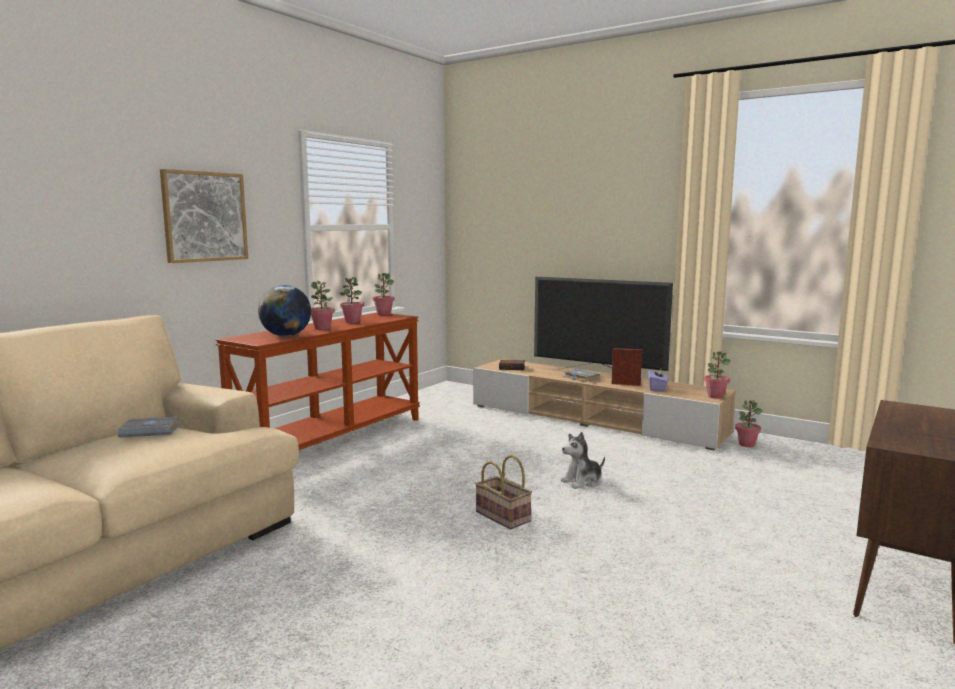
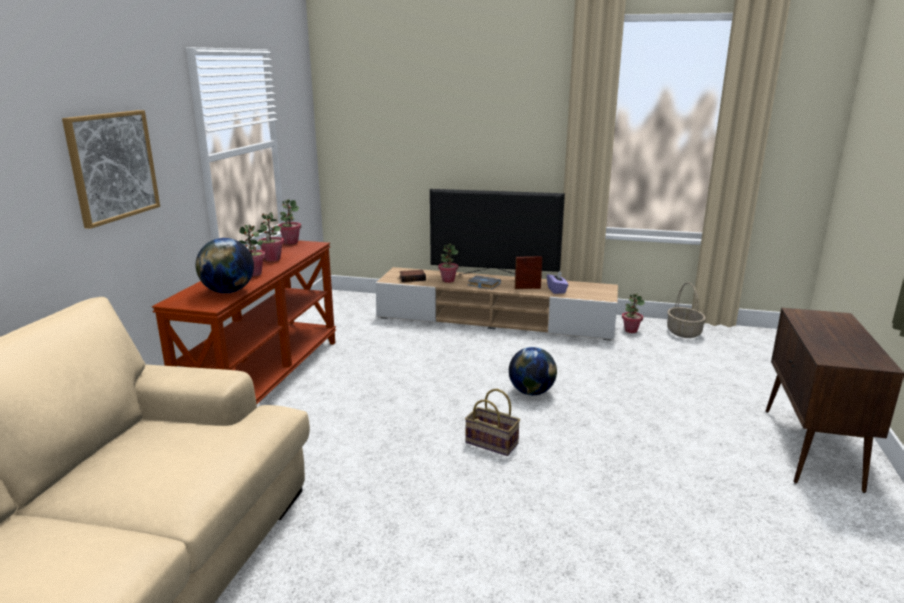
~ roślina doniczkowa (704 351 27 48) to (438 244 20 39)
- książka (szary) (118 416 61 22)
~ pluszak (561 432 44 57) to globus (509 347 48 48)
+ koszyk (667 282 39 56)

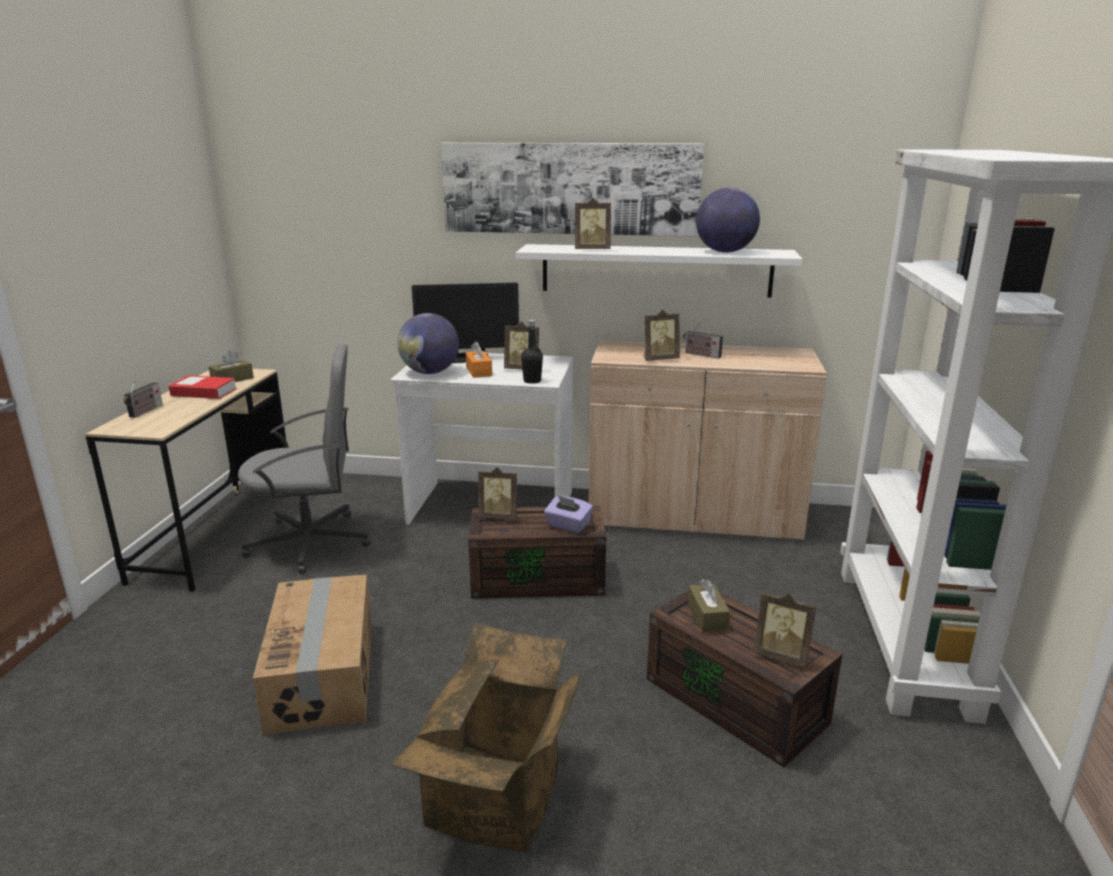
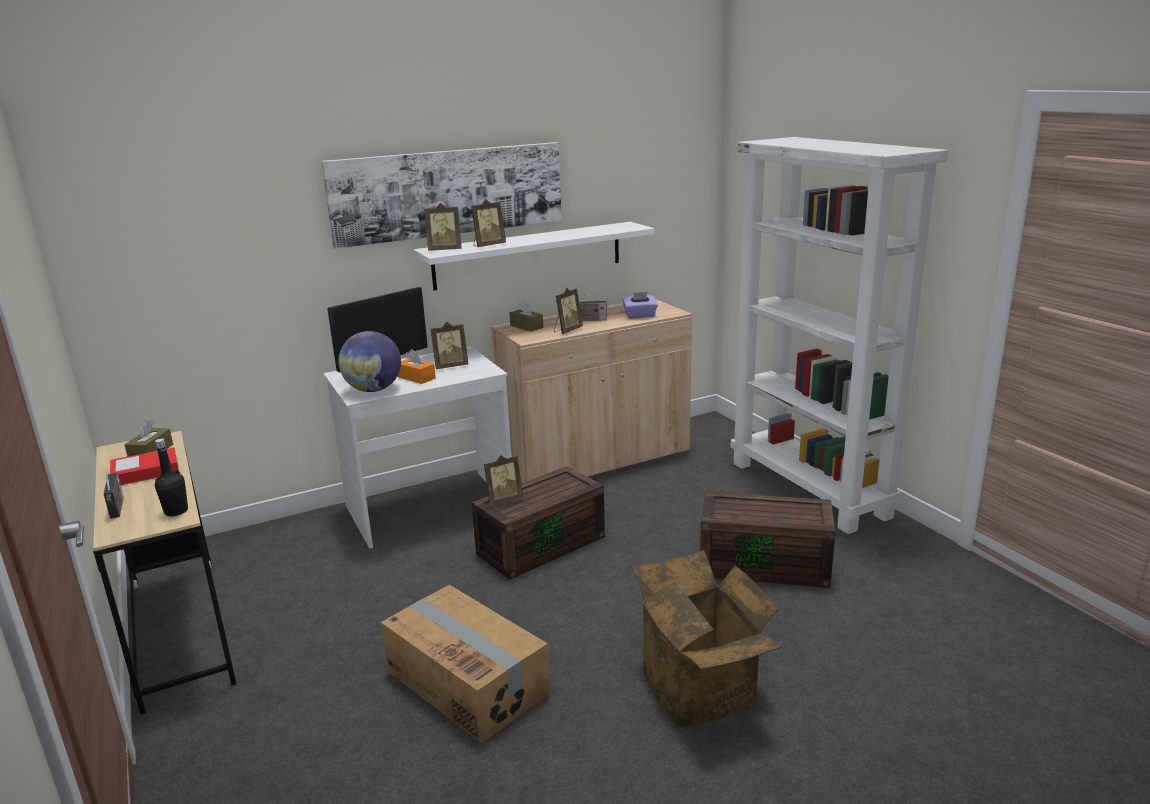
- globus (696 187 64 65)
~ butelka (czarny) (521 320 22 64) to (155 438 33 78)
- krzesło biurowe (szary) (238 344 133 230)
~ pudełko chusteczek (fioletowy) (544 495 49 38) to (622 292 36 26)
~ pudełko chusteczek (brązowy) (688 579 42 53) to (510 300 33 32)
~ ramka na zdjęcie (753 592 63 76) to (424 203 37 48)

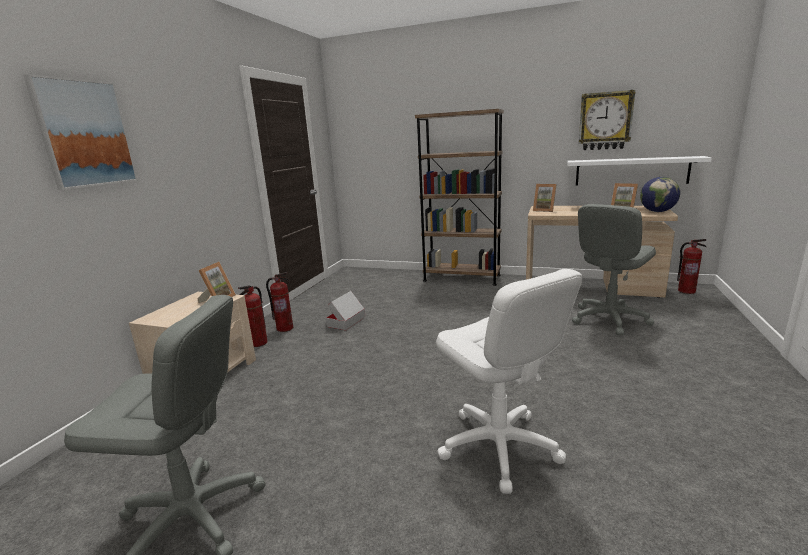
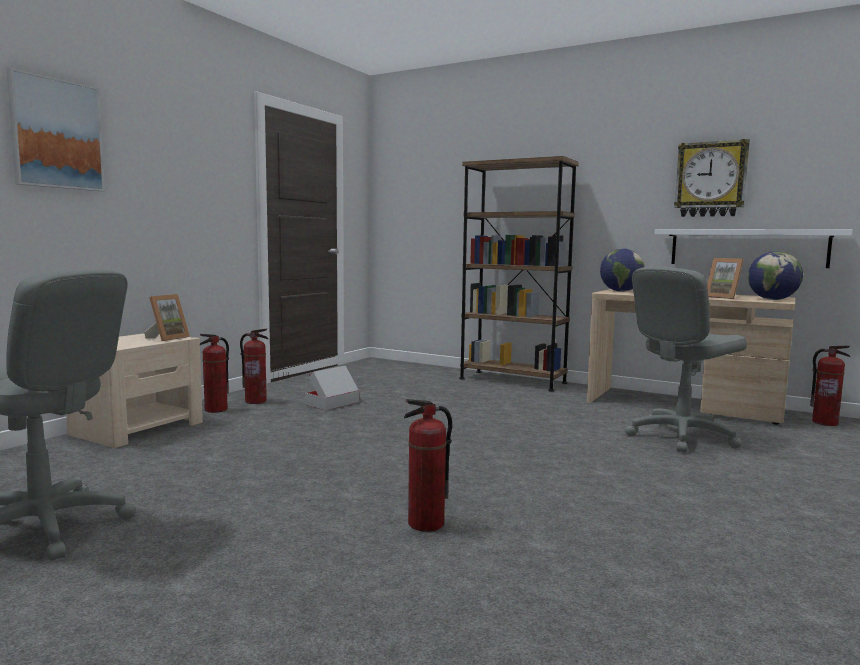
~ ramka na zdjęcie (533 184 24 28) to globus (600 248 45 44)
~ krzesło biurowe (biały) (436 269 147 225) to gaśnica (404 399 48 133)

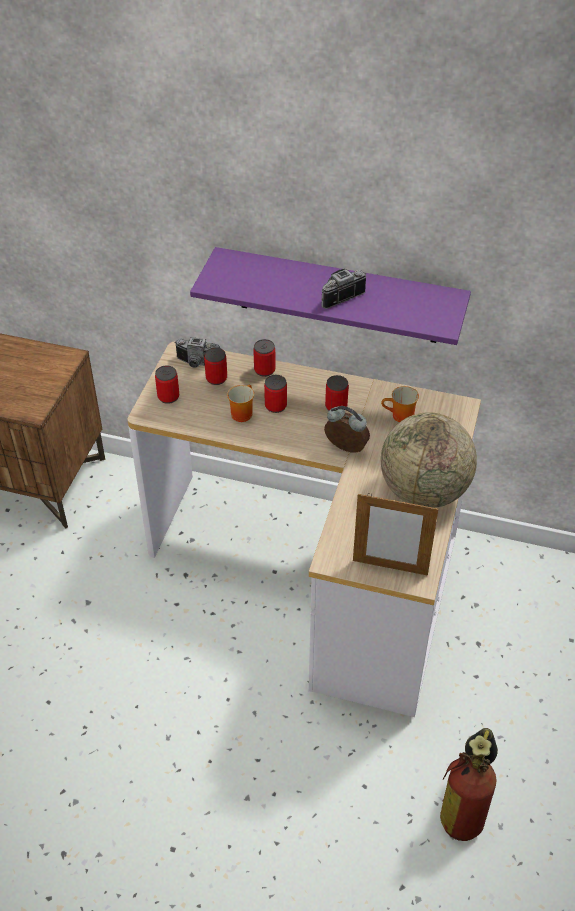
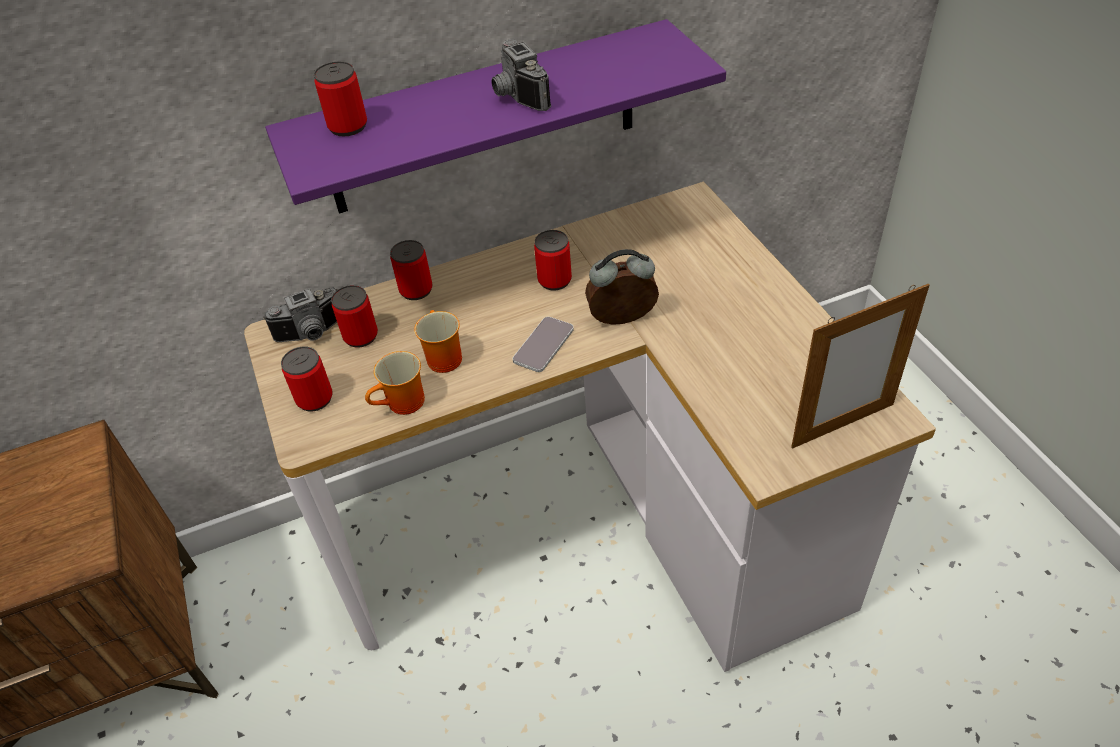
~ aparat fotograficzny (321 269 45 40) = (492 39 59 72) 45 degrees counterclockwise
~ puszka (264 375 23 38) to (314 61 53 75)
~ kubek (381 386 38 36) to (365 351 60 64)
- globus (381 412 96 96)
- gaśnica (440 728 58 113)
+ telefon (513 317 61 55)

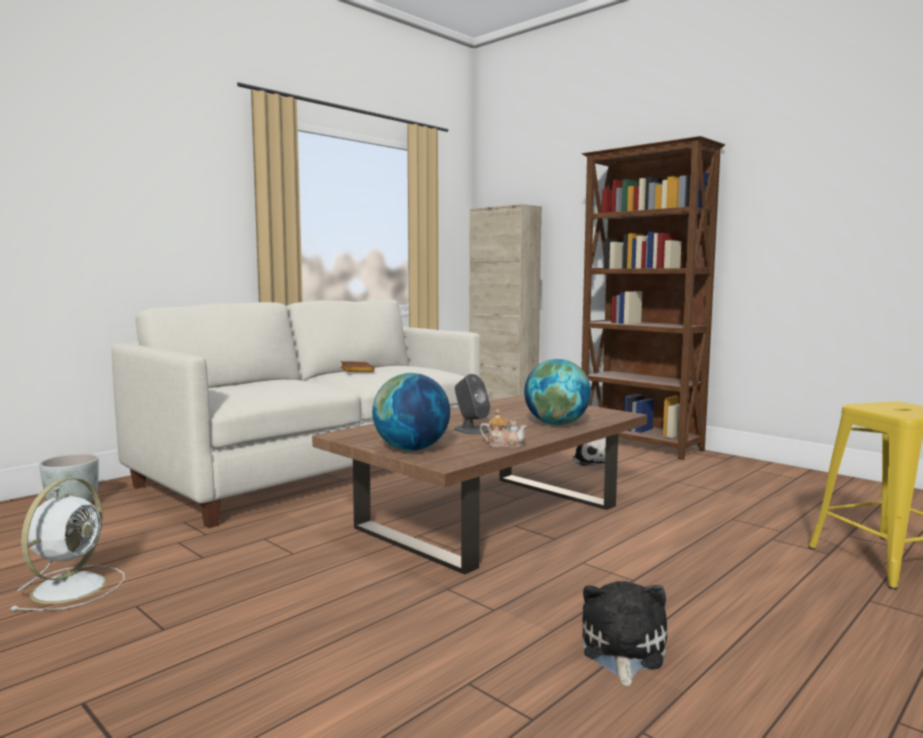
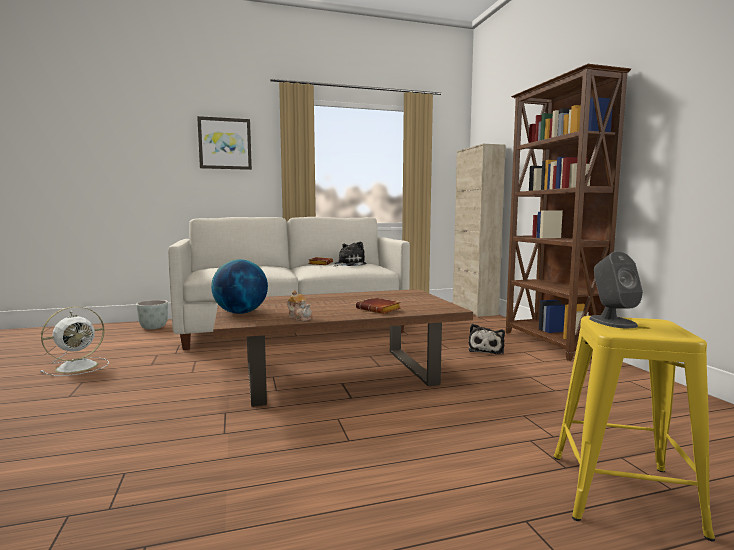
~ globus (524 359 67 66) to książka (brązowy) (356 297 45 17)
~ głośnik (szary) (454 374 36 61) to (589 251 54 77)
~ pluszak (582 581 85 105) to (334 242 33 25)
+ obraz (197 116 55 54)

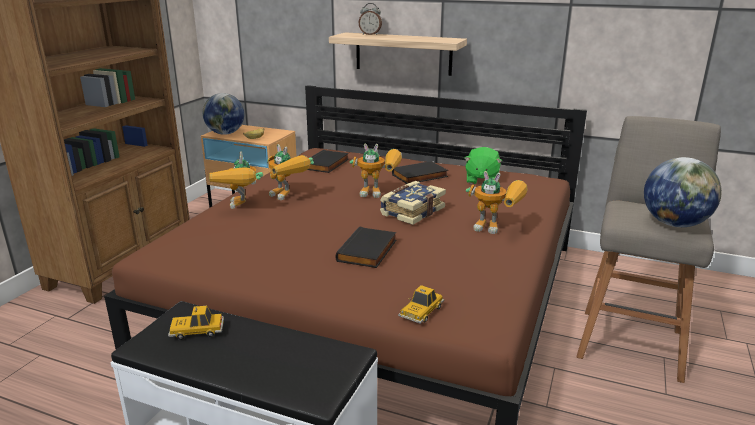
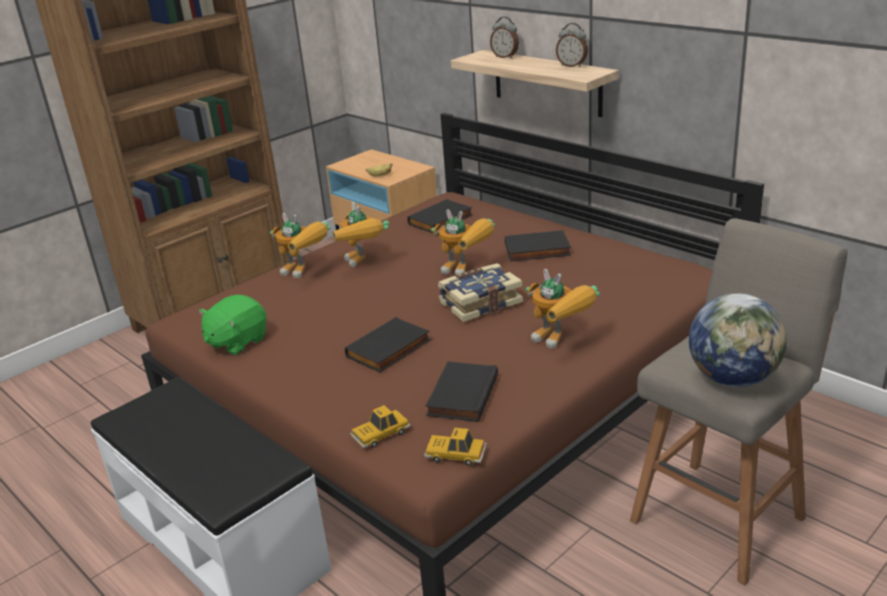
- globus (203 93 41 42)
~ pluszak (zielony) (464 147 38 37) to (198 295 69 60)
~ robot zabawkowy (209 152 54 57) = (270 213 60 65) 75 degrees counterclockwise
~ samochodzik (168 306 56 34) to (424 428 63 38)
+ budzik (556 23 32 44)
+ książka (czarny) (426 361 72 61)

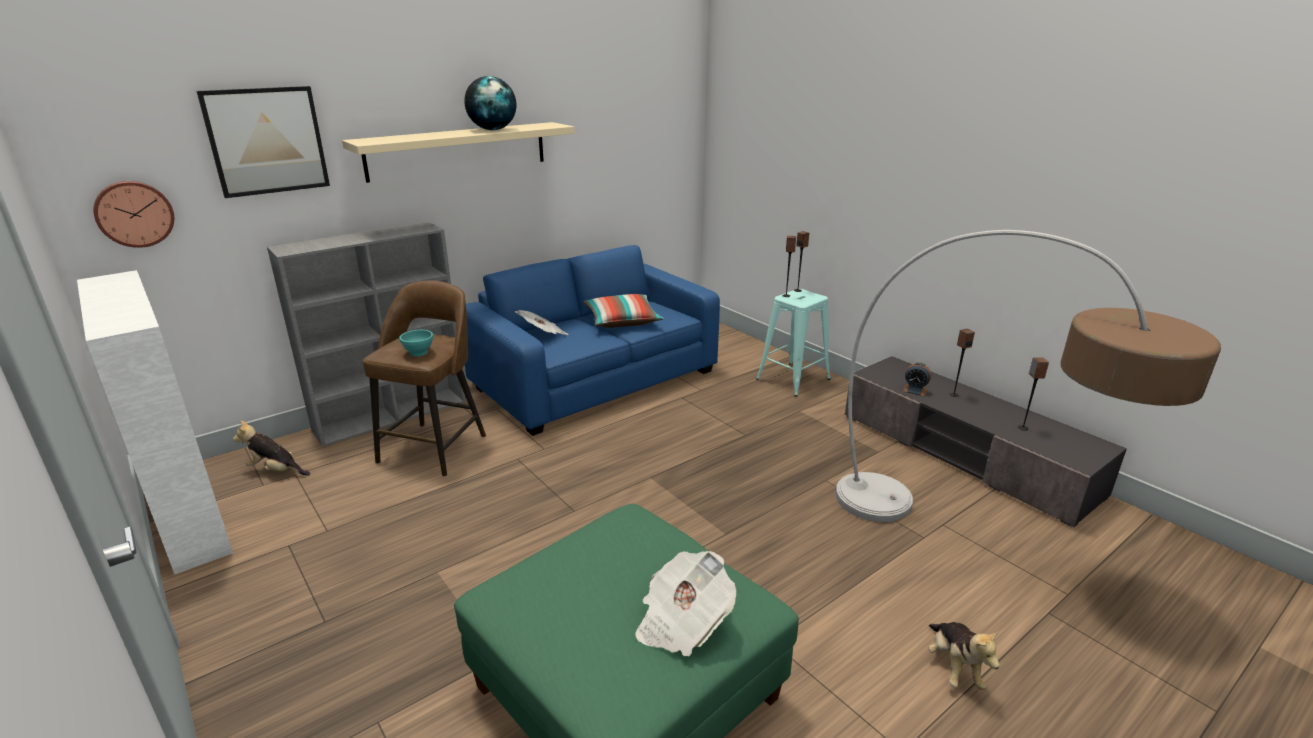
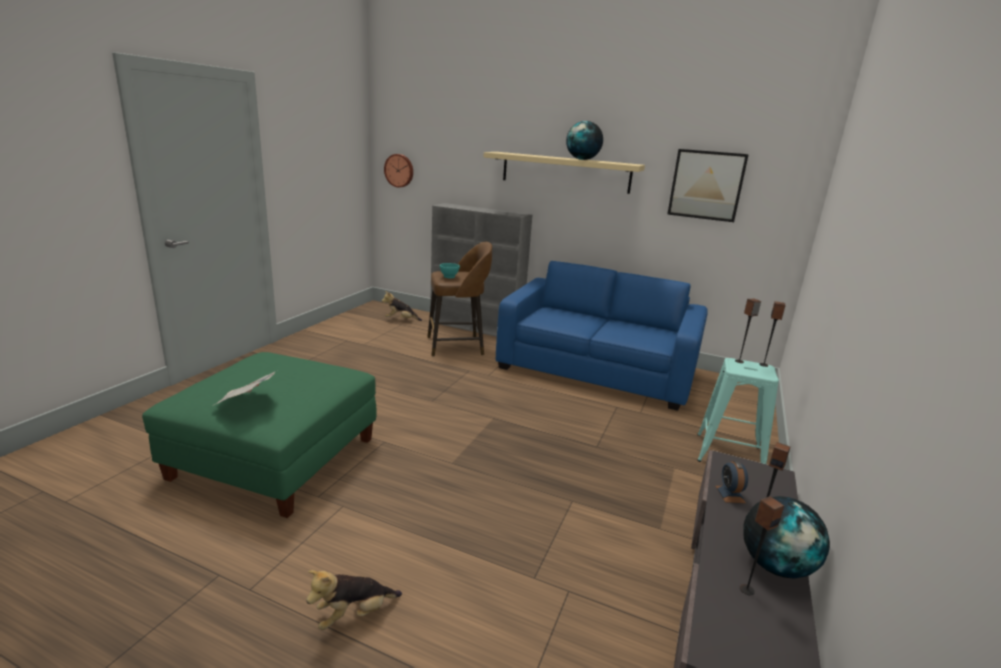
~ obraz (197 86 133 112) to (667 149 82 73)
- lampa stojąca (836 230 385 292)
- regał (biały) (77 270 156 304)
- poduszka (583 294 81 34)
- gazeta (514 310 55 25)
~ pluszak (233 421 77 55) = (382 291 40 30) 75 degrees counterclockwise
+ globus (743 496 87 83)

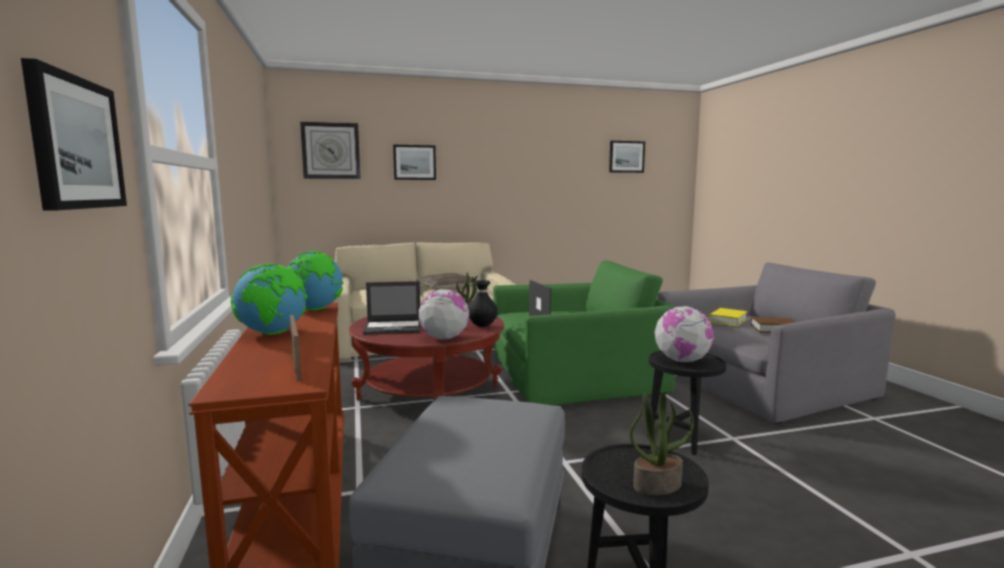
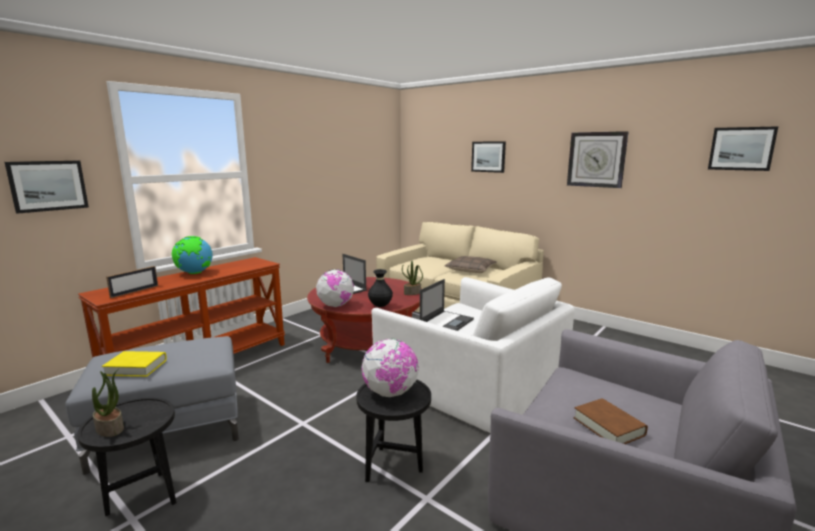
~ zegar ścienny (300 122 60 57) to (567 131 62 57)
- globus (287 251 56 59)
~ fotel (zielony) (493 260 183 146) to fotel (biały) (371 277 204 157)
~ książka (żółty) (708 308 39 18) to (102 351 65 26)

